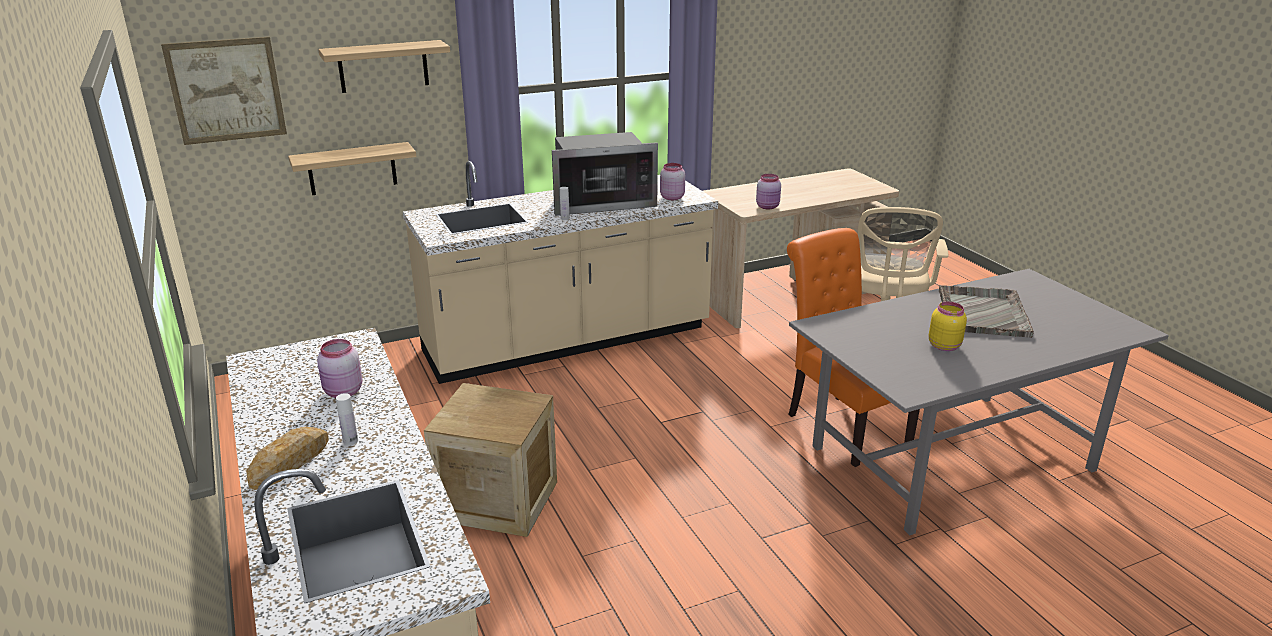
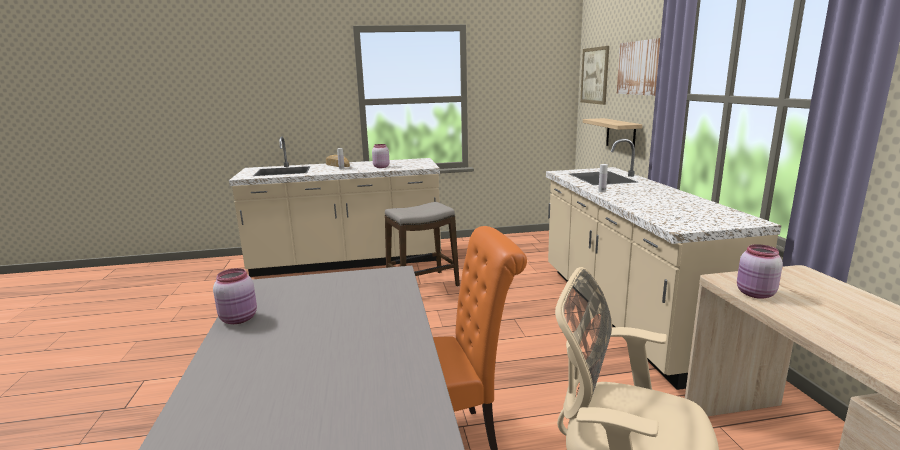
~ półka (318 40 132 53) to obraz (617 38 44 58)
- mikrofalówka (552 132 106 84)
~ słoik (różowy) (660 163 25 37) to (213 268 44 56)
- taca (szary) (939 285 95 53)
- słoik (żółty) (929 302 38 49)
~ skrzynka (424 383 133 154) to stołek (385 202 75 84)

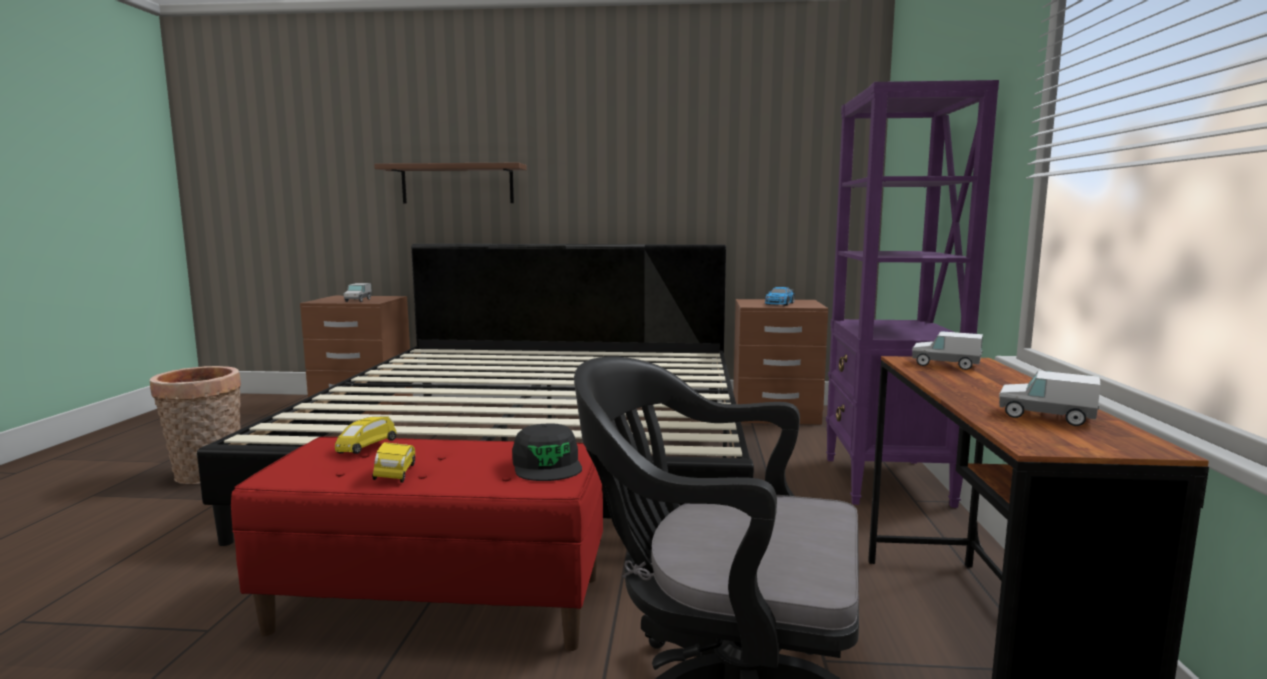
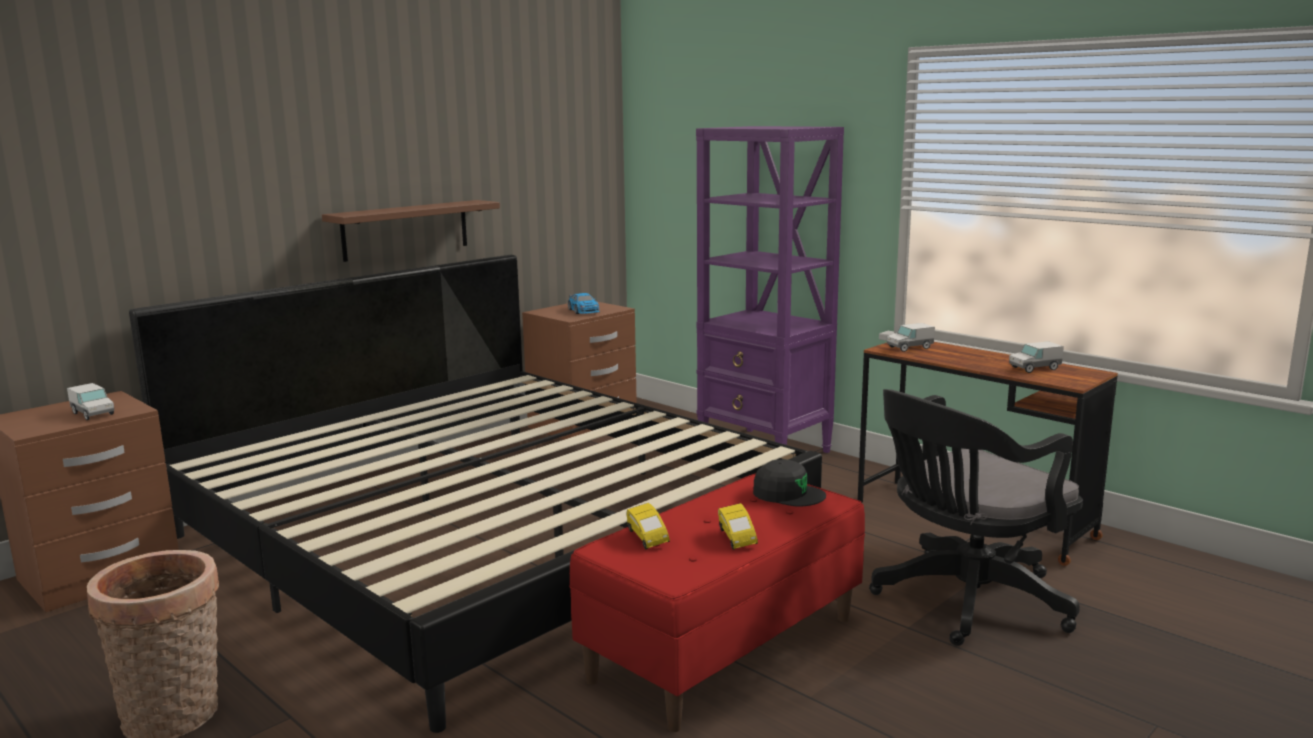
~ półka (brązowy) (374 163 153 41) to (322 200 178 62)
~ samochodzik (żółty) (373 442 42 41) = (718 503 40 47) 135 degrees counterclockwise

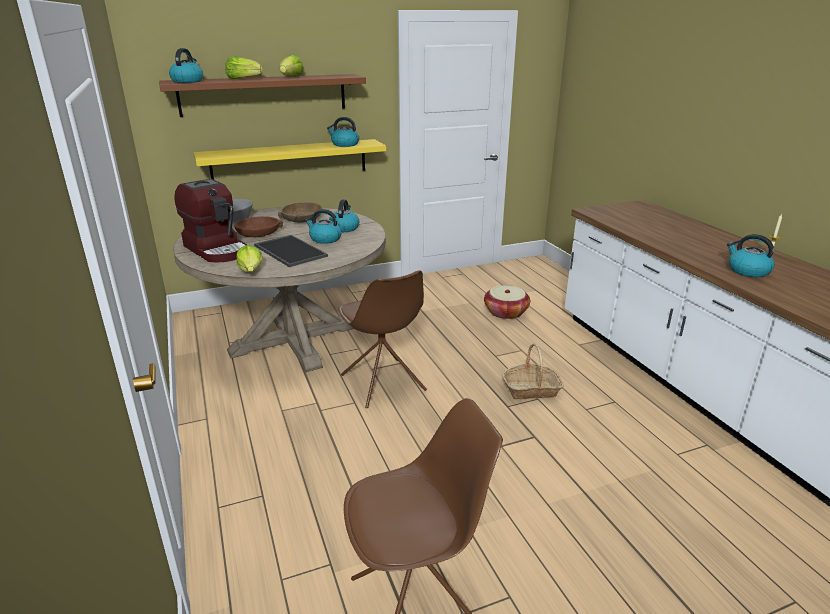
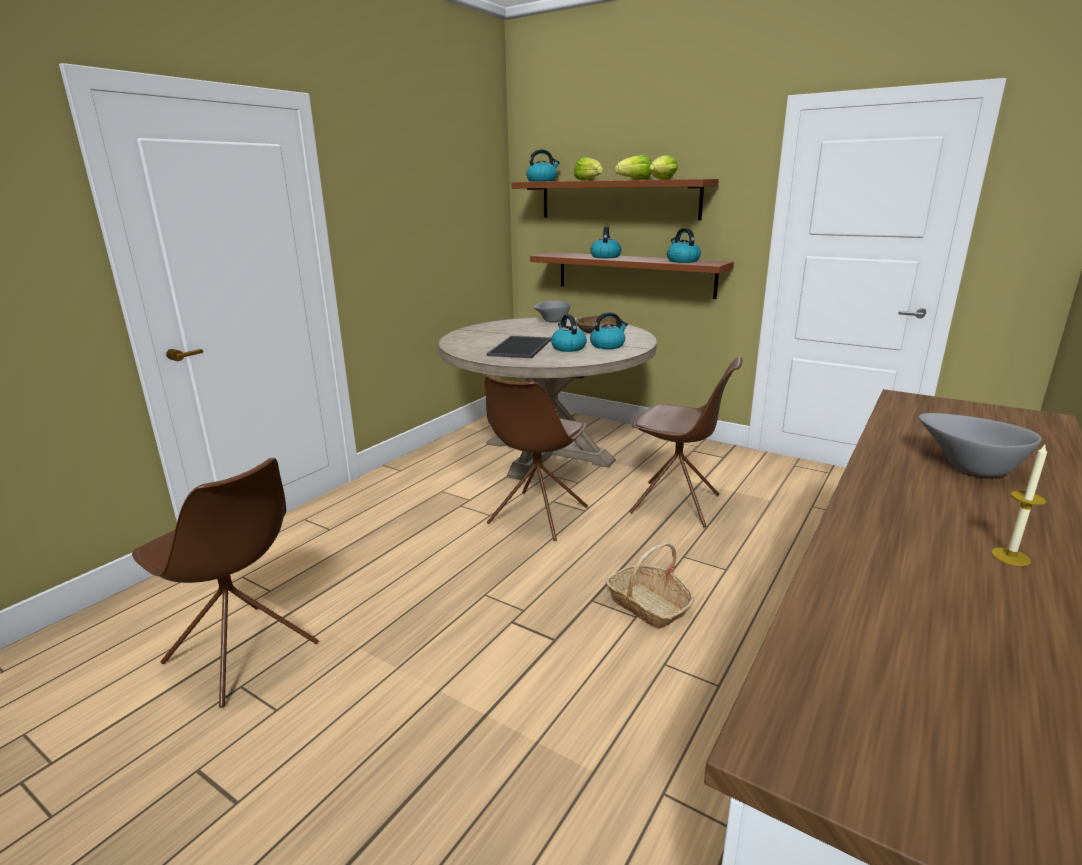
~ półka (żółty) (194 139 192 41) to półka (brązowy) (530 252 204 47)
- ekspres do kawy (175 179 72 83)
- miska (brązowy) (234 216 49 22)
~ czajnik (727 234 48 43) to (590 226 31 32)
~ sałata (236 245 27 27) to (649 155 29 24)
- koszyk (484 285 46 34)
+ krzesło (brązowy) (629 356 114 171)
+ miska (szary) (919 413 123 64)

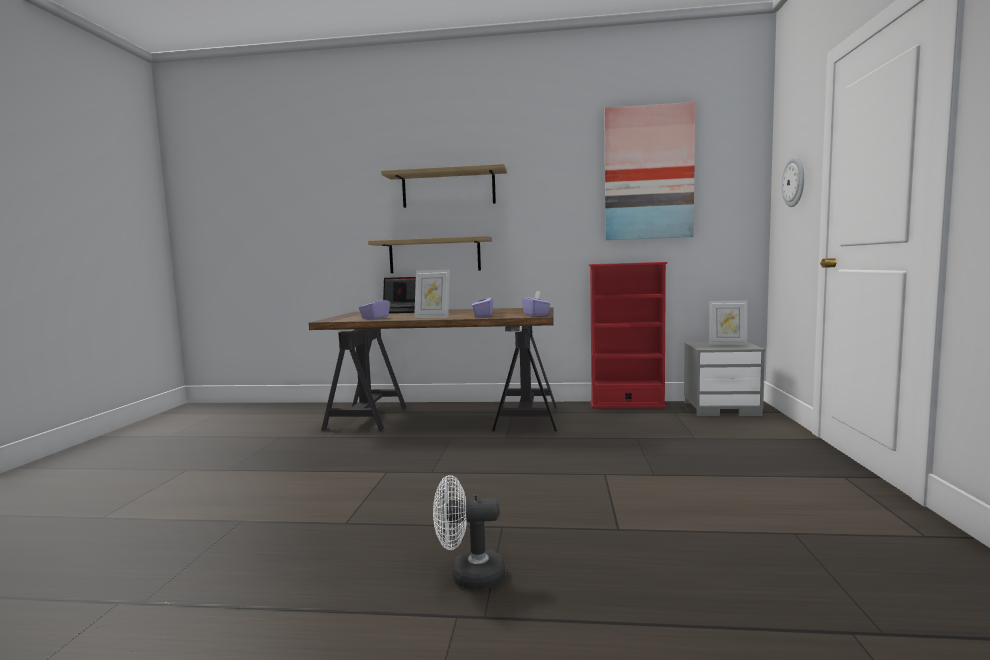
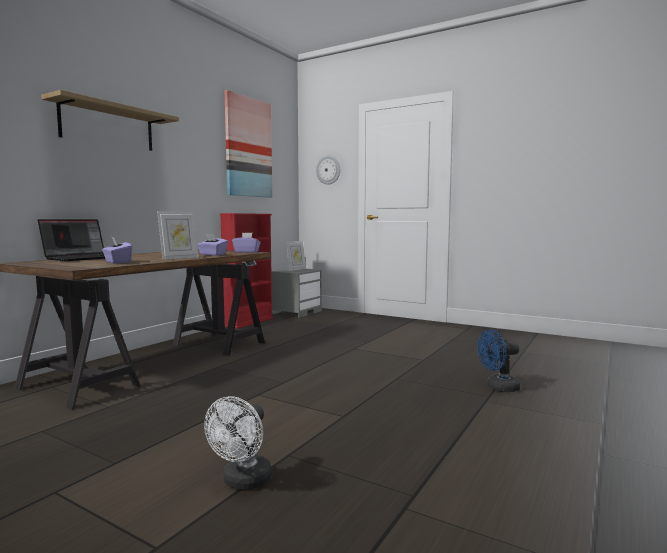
- półka (368 236 124 37)
~ wentylator (biały) (433 475 72 114) to (204 396 68 94)
+ wentylator (niebieski) (477 329 43 63)

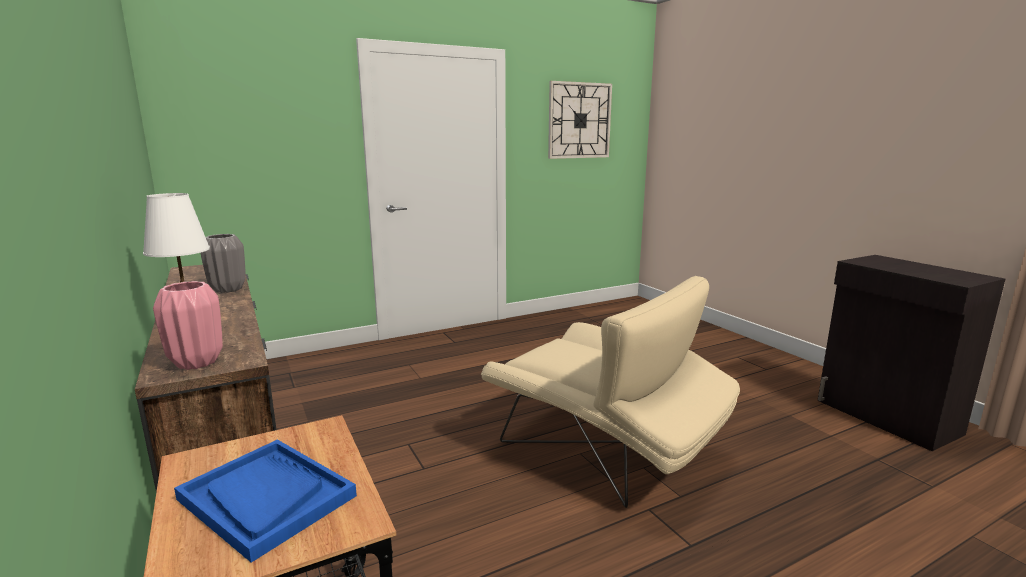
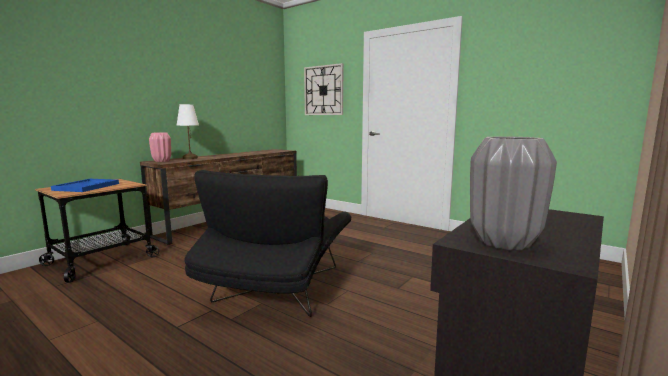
~ zegar ścienny (548 81 64 78) to (304 63 39 52)
~ wazon (szary) (201 234 45 59) to (470 136 87 114)
~ fotel (beżowy) (481 276 259 232) to fotel (czarny) (184 170 168 147)

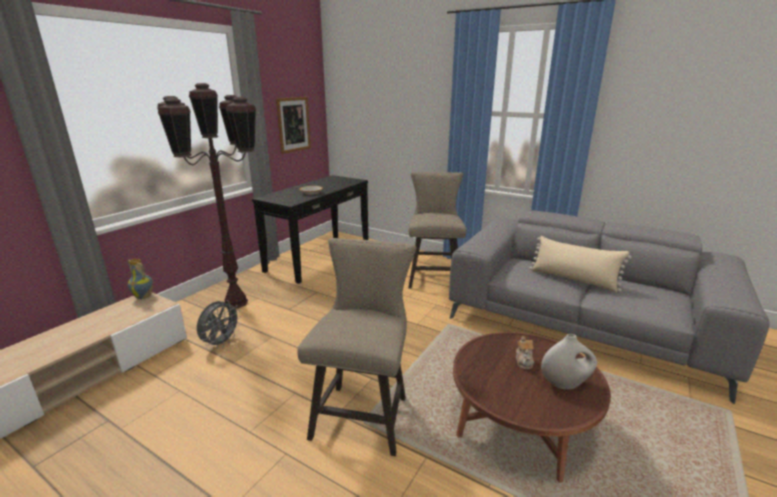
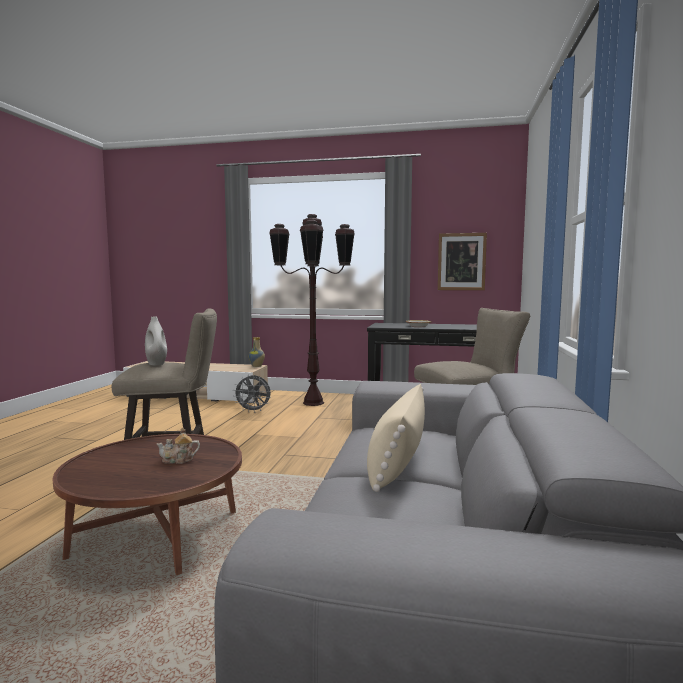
~ wazon (biały) (541 334 56 55) to (145 316 22 50)

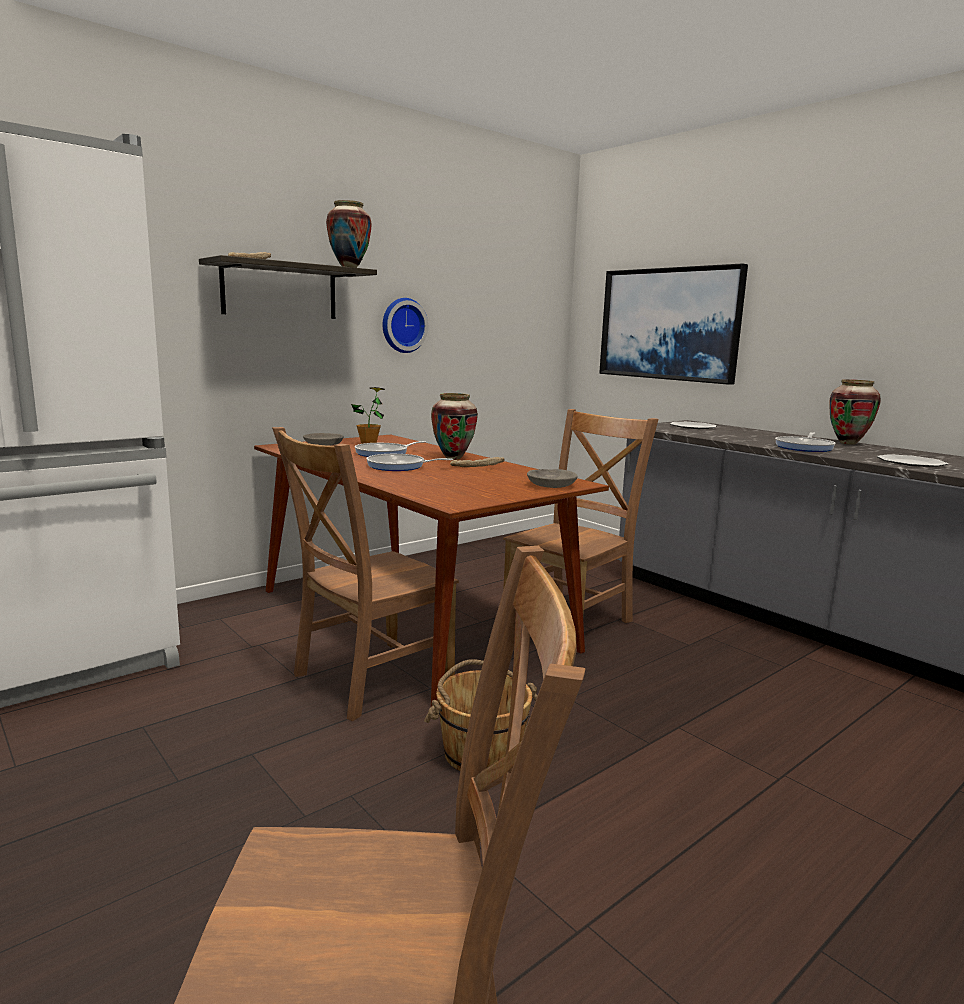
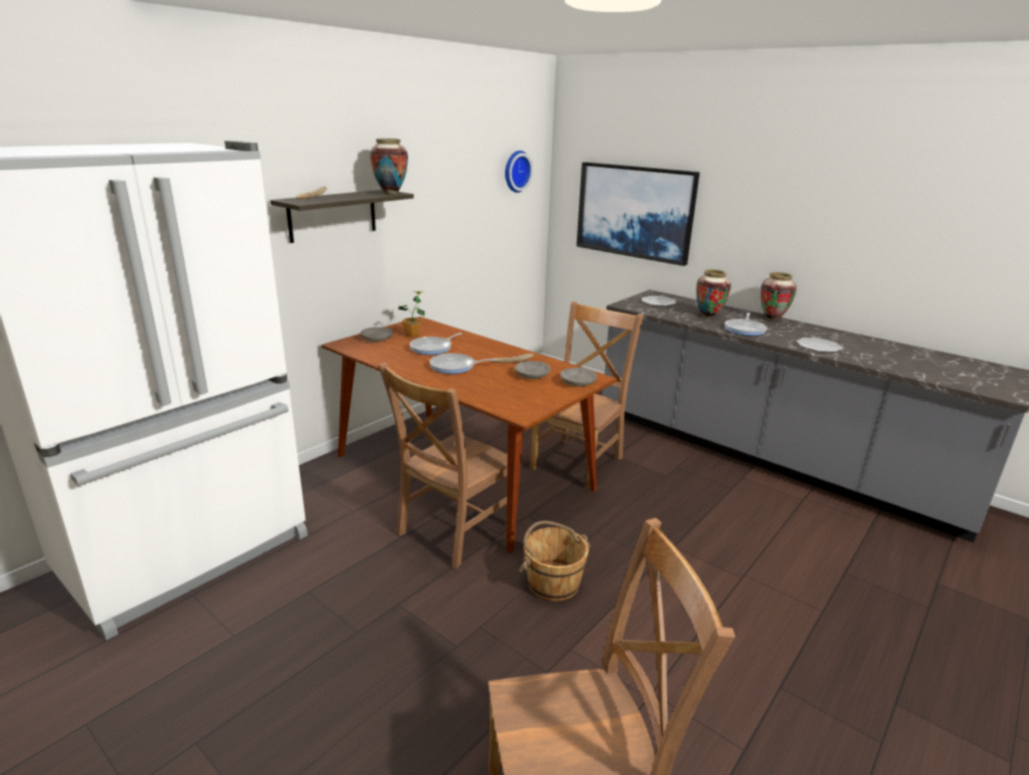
~ zegar ścienny (383 298 45 55) to (505 151 28 42)
~ wazon (431 393 47 67) to (696 269 35 49)
+ miska (szary) (515 361 36 18)

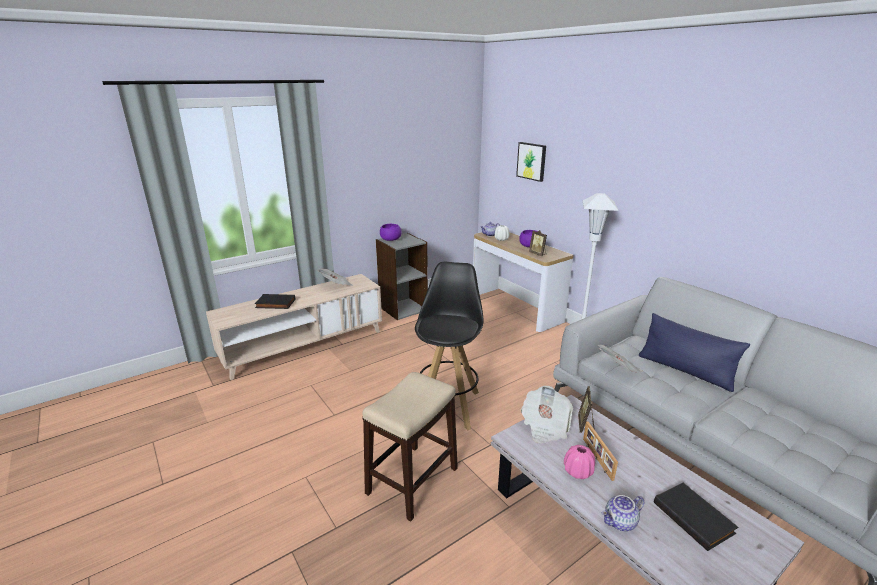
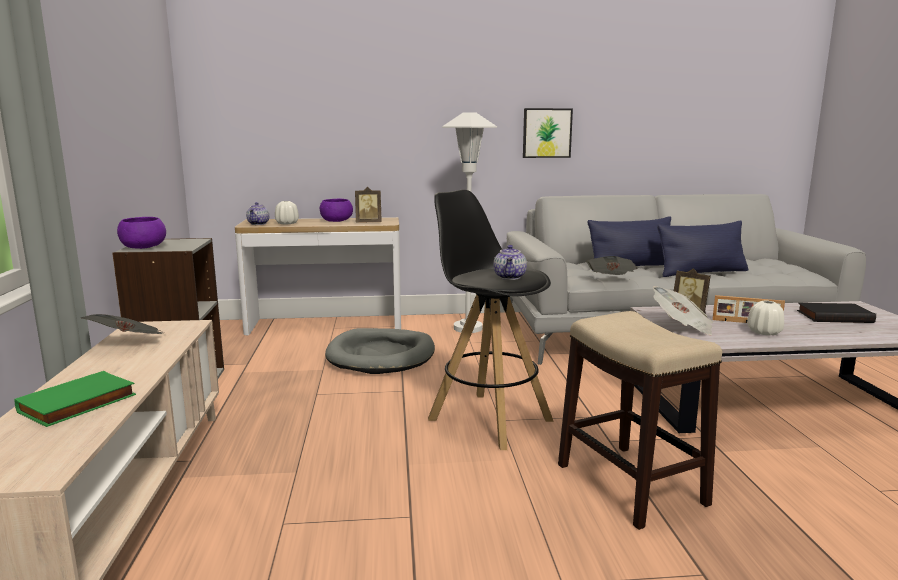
~ obraz (516 142 30 40) to (523 108 50 50)
~ książka (czarny) (254 294 41 15) to książka (zielony) (15 371 121 56)
~ wazon (różowy) (564 445 31 34) to wazon (biały) (747 300 37 35)
~ imbryk (602 495 42 36) to (493 245 34 35)
+ poduszka (niebieski) (657 221 91 56)
+ legowisko (szary) (325 328 110 46)

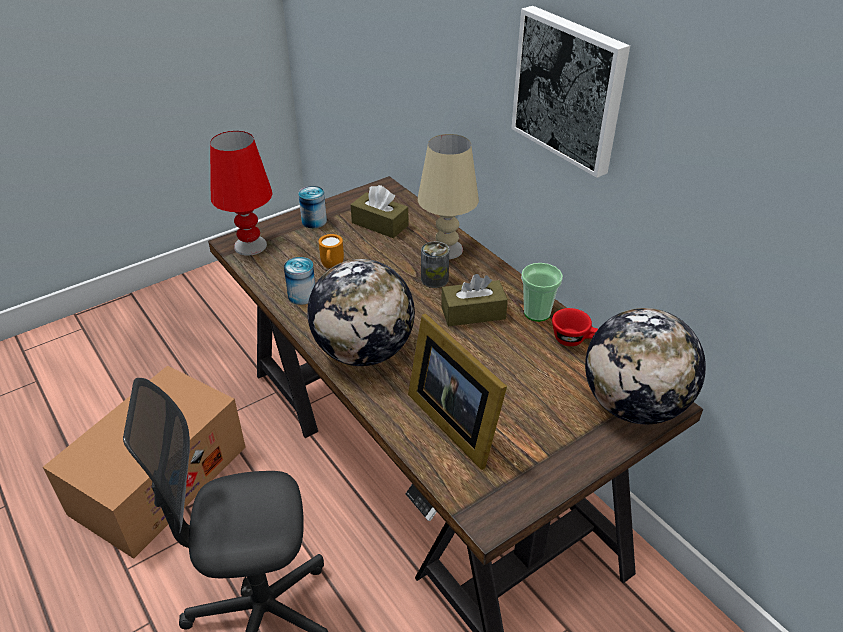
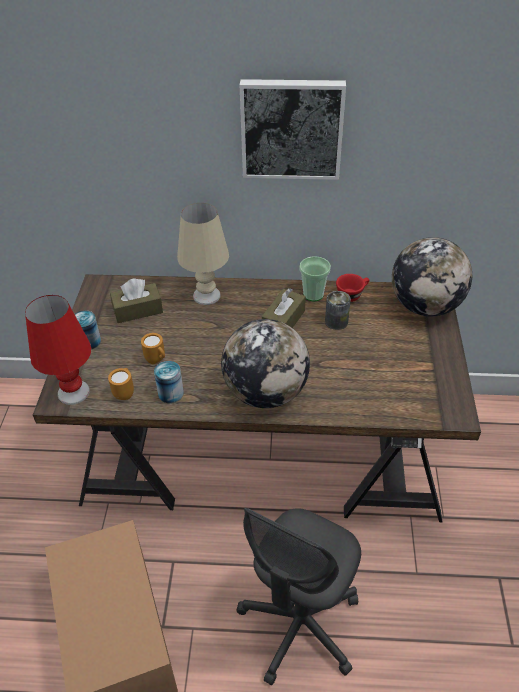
~ puszka (421 241 28 47) to (325 291 26 39)
- ramka na zdjęcie (408 314 99 156)
+ kubek (pomarańczowy) (108 368 26 32)

